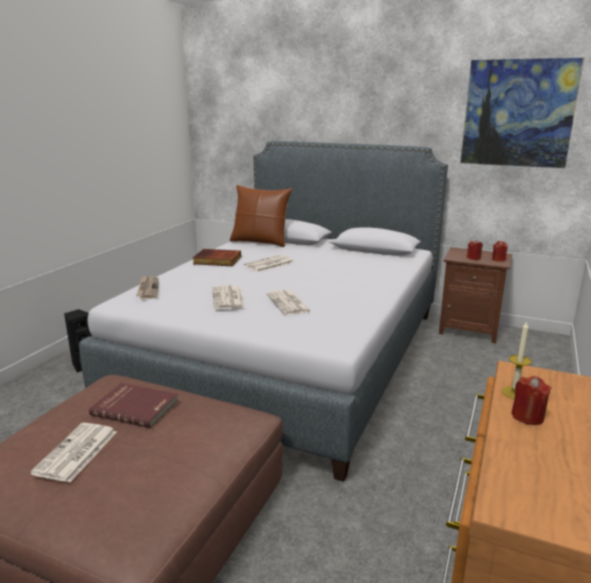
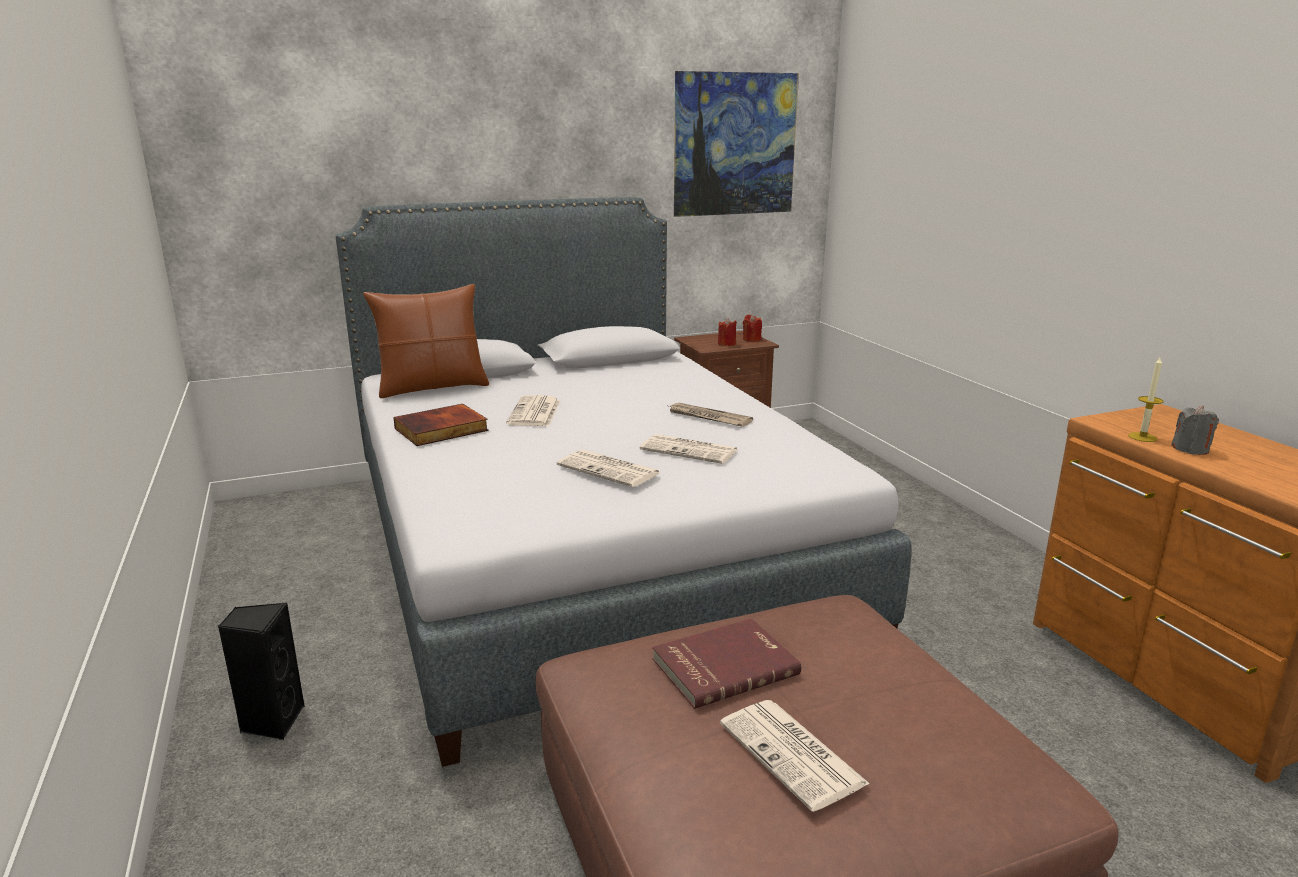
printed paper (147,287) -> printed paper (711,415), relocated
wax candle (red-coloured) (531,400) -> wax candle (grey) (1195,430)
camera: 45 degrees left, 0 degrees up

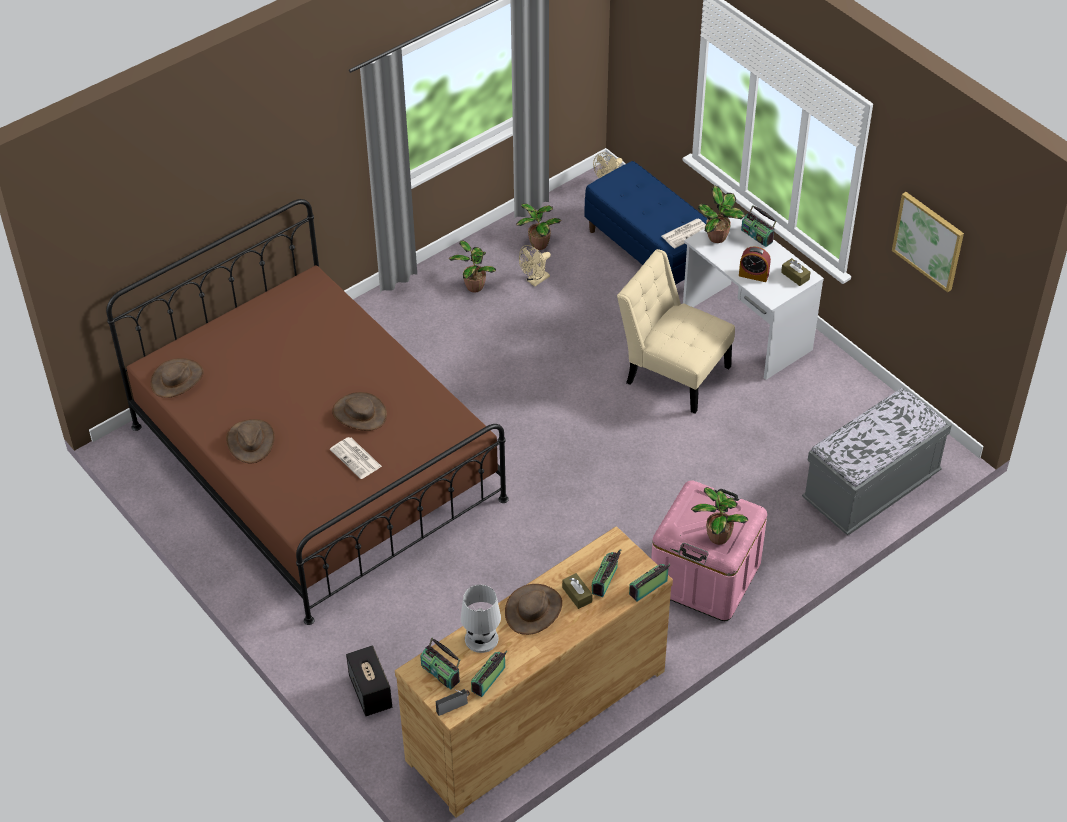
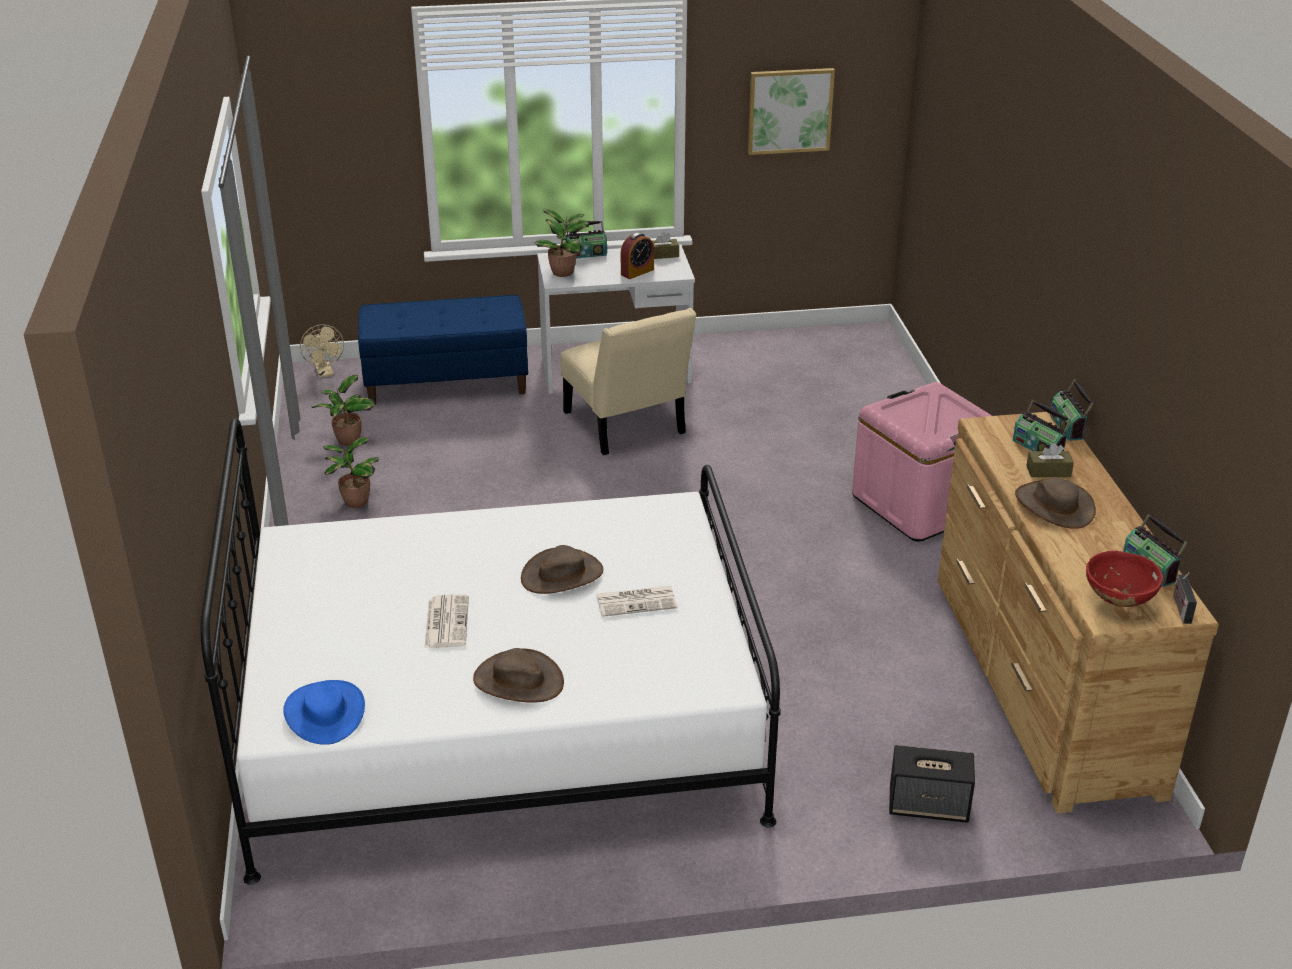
sleeping bed (brown) (307,412) -> sleeping bed (whitish) (490,651)
clothing hat (brown) (177,378) -> clothing hat (bluish) (324,712)
printed paper (683,234) -> printed paper (447,621), relocated
chair (beige) (676,331) -> chair (beige) (628,381), 90 degrees counterclockwise
radio (440,663) -> deep dish (red-coloured) (1124,578)
tabletop lamp (whitish) (481,619) -> none
fan (beige) (535,266) -> none
plant in a pot (719,516) -> none
long seat (grey) (877,461) -> none
camera: 60 degrees left, 15 degrees down

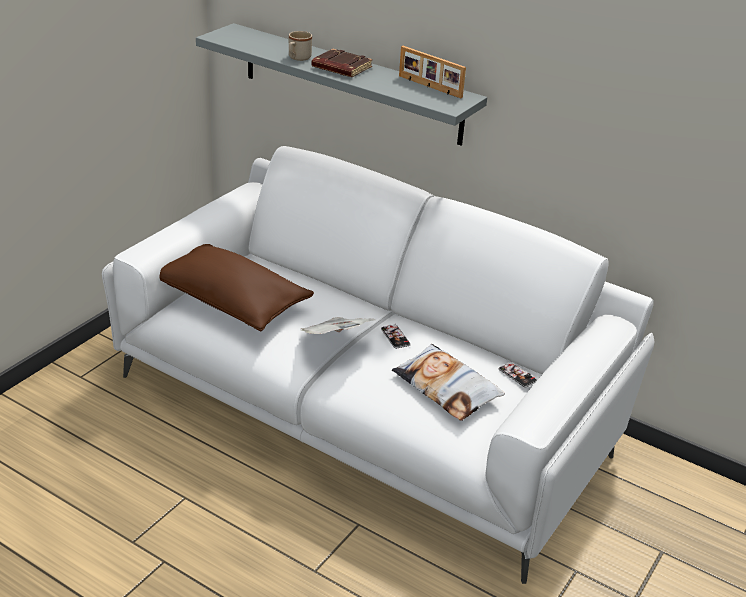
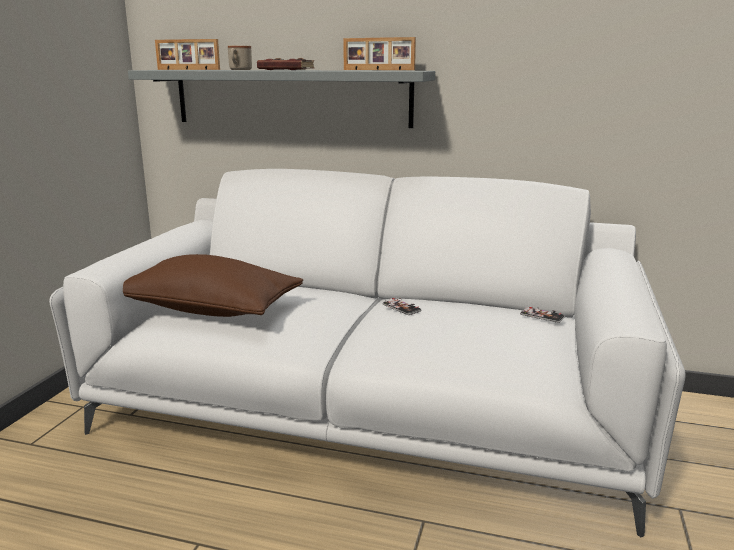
none -> picture frame (187,54)
printed paper (338,325) -> none
cushion (448,382) -> none
camera: 15 degrees left, 15 degrees down

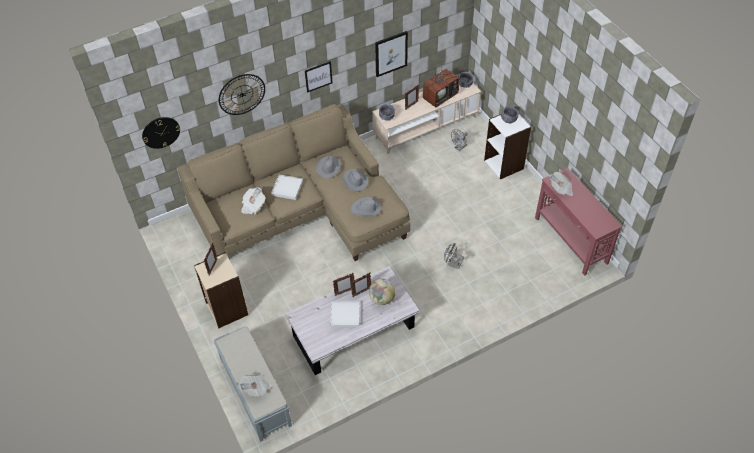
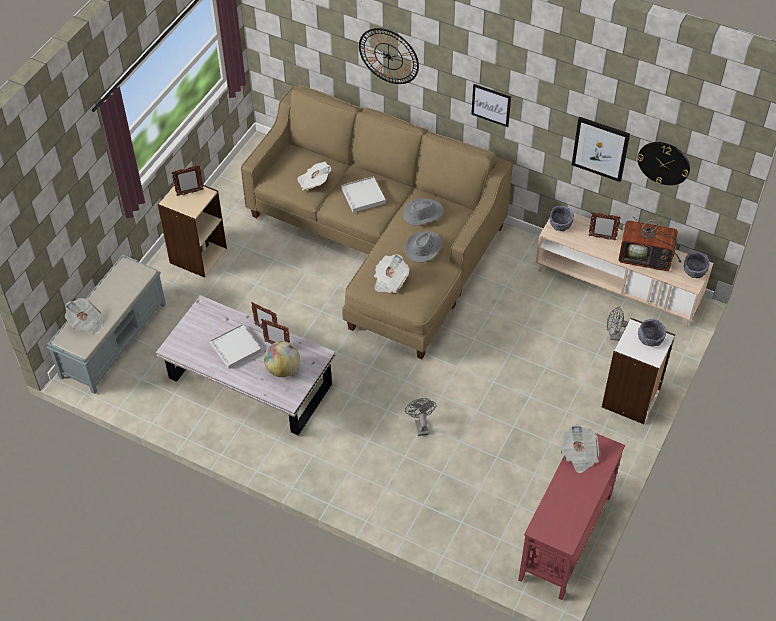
clothing hat (grey) (366,207) -> printed paper (391,273)
clock on the wall (161,133) -> clock on the wall (663,163), relocated
camera: 55 degrees right, 0 degrees up

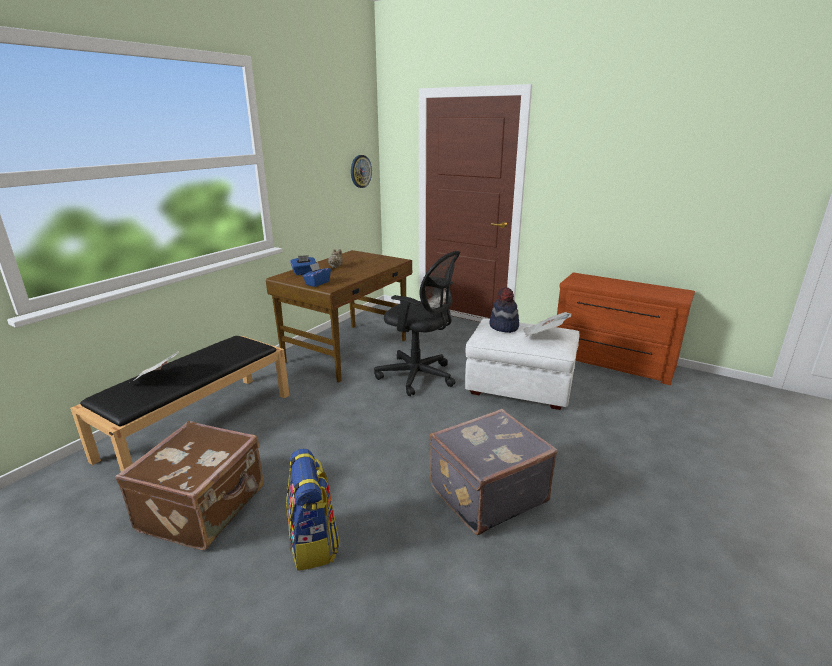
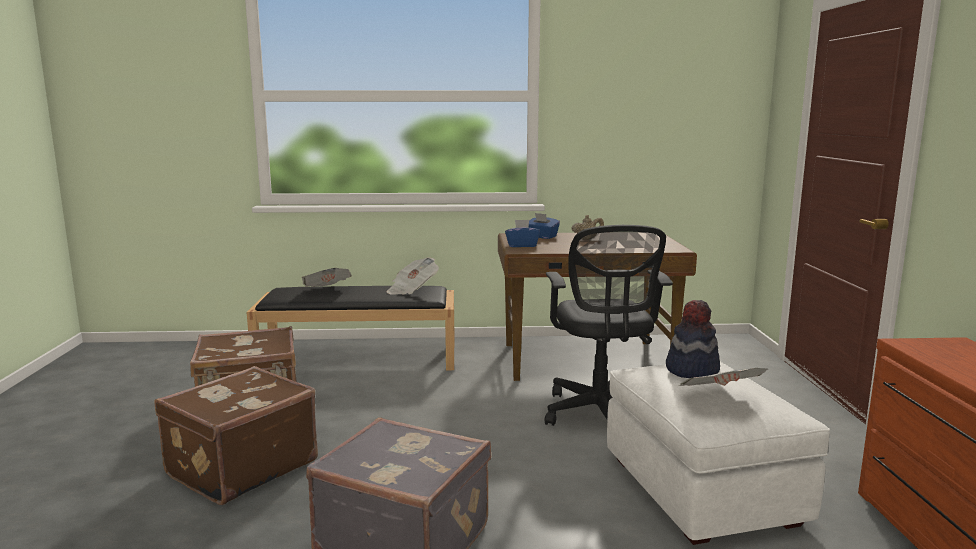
rucksack (313,510) -> suitcase (brown) (236,435)
none -> printed paper (413,276)
clock on the wall (361,171) -> none
camera: 55 degrees right, 10 degrees down

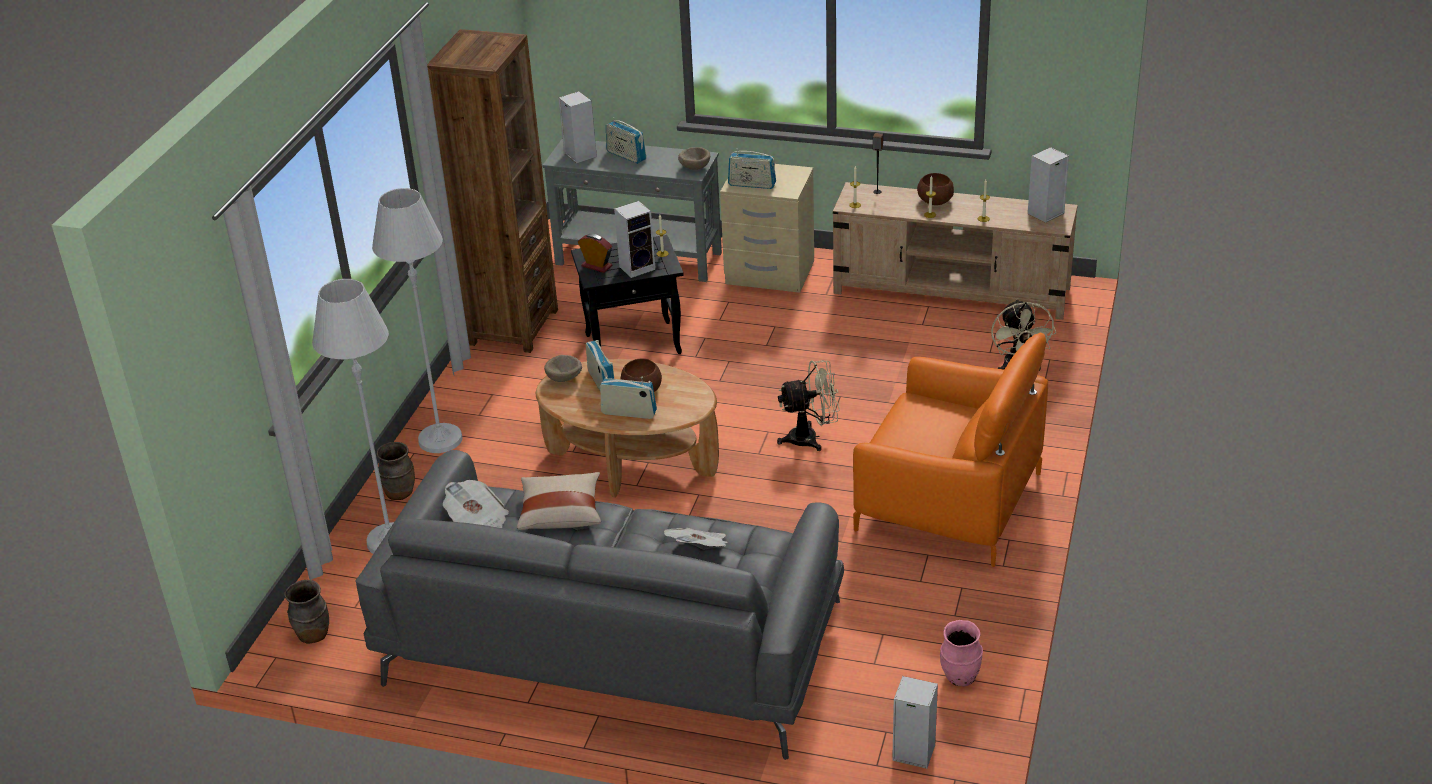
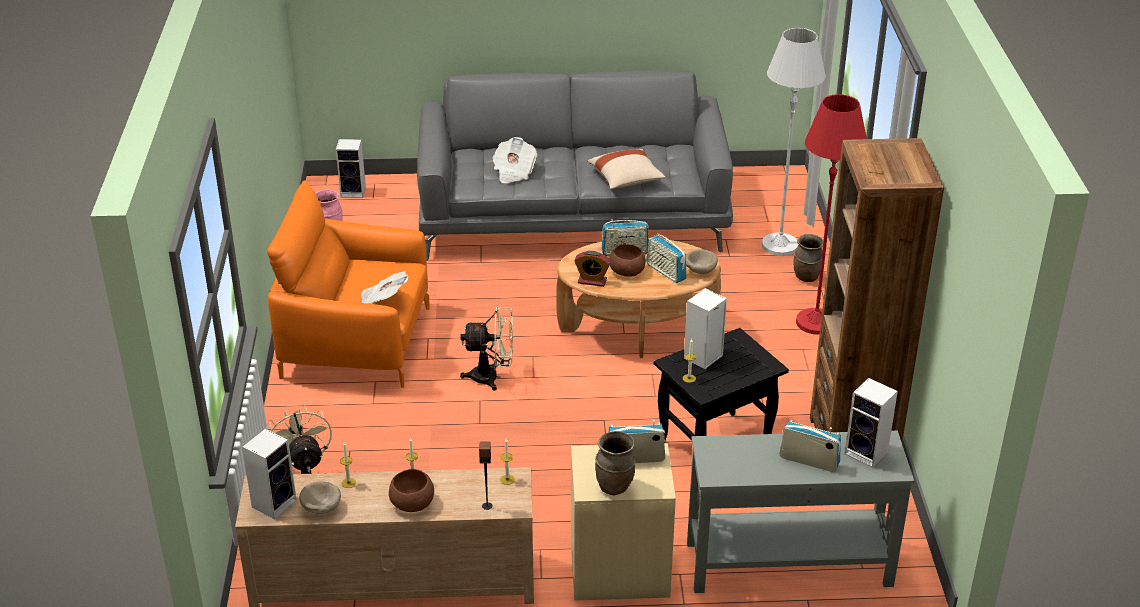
deep dish (beige) (694,158) -> deep dish (beige) (320,497), relocated
printed paper (475,504) -> printed paper (384,287), relocated
fan (beige) (808,405) -> fan (beige) (486,348), 150 degrees counterclockwise
alarm clock (595,253) -> alarm clock (592,269), relocated
decorative vase (brown) (306,612) -> decorative vase (brown) (615,463), relocated
standard lamp (whitish) (417,320) -> standard lamp (red-coloured) (831,214)
camera: 160 degrees right, 0 degrees up

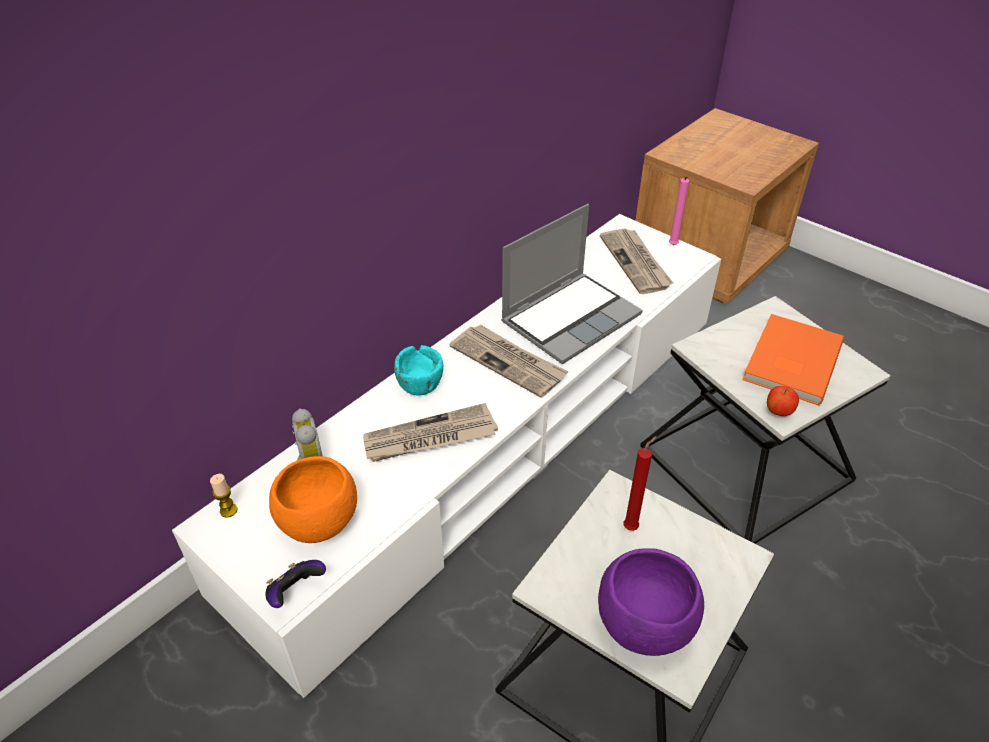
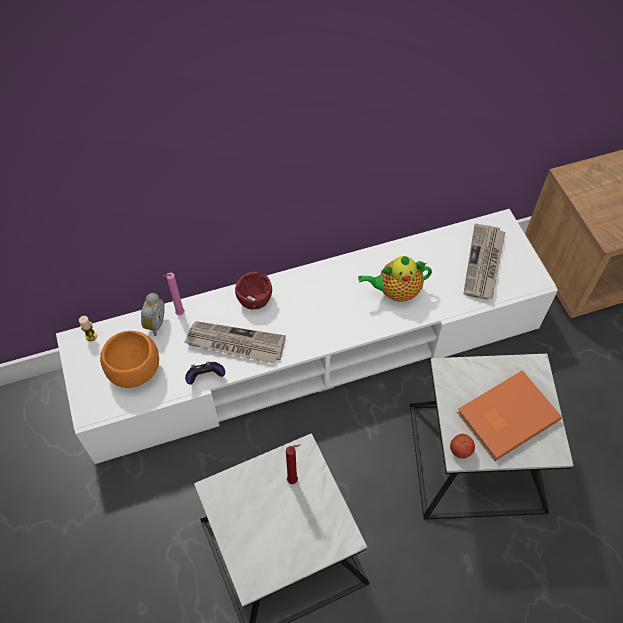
wax candle (pink) (679,210) -> wax candle (pink) (174,294), relocated
joypad (295,584) -> joypad (205,373), relocated
deep dish (blue-green) (418,370) -> deep dish (red-coloured) (253,290)
laptop (572,284) -> pot for tea (395,279)
printed paper (509,361) -> none
deep dish (purple-coloured) (651,602) -> none
camera: 30 degrees right, 15 degrees up

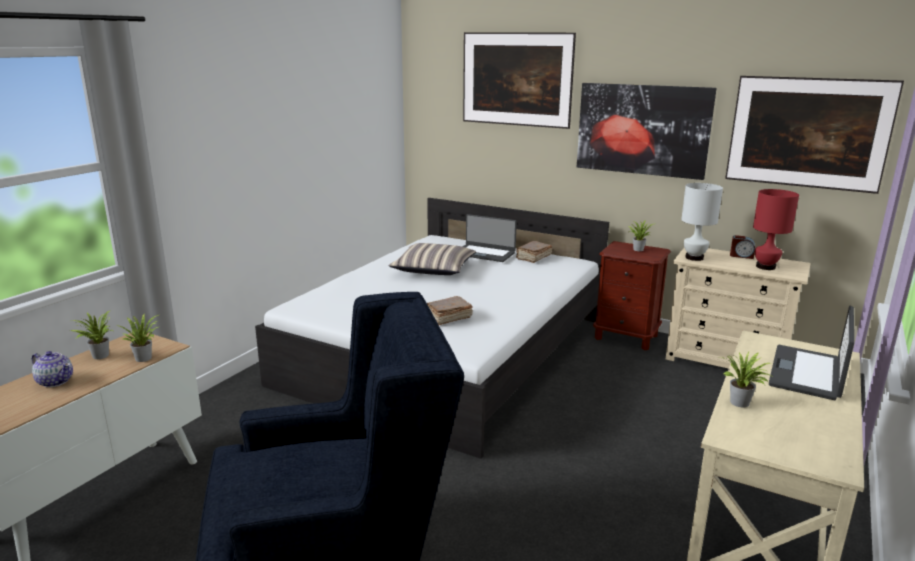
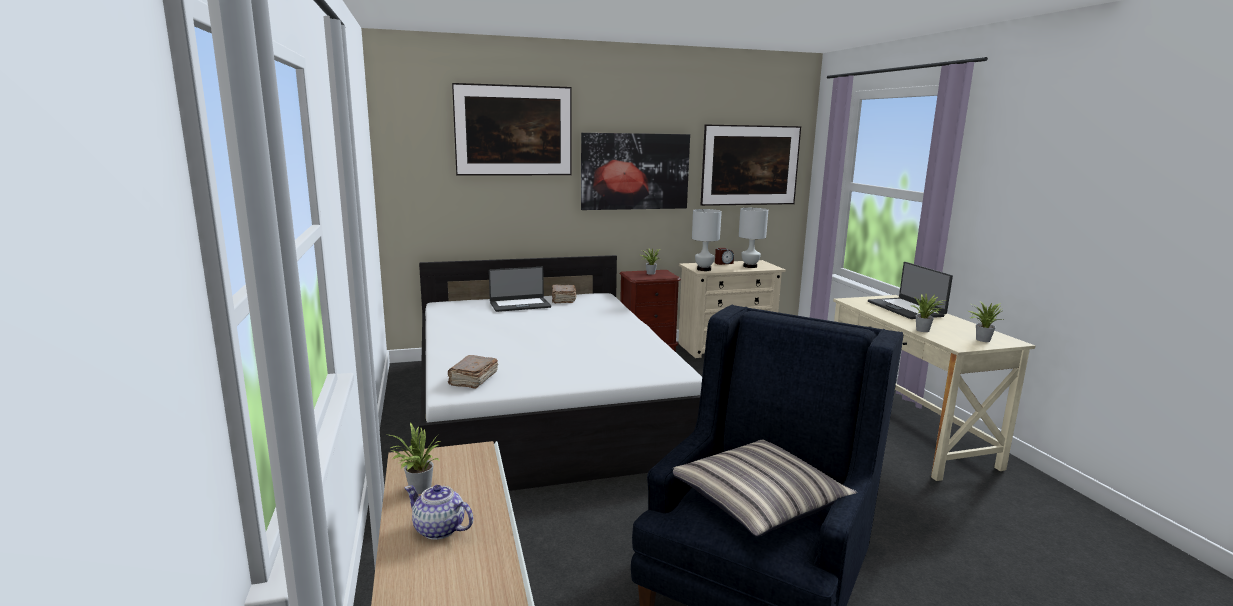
pot for tea (52,369) -> pot for tea (438,512), 135 degrees counterclockwise
volume (brown) (450,310) -> volume (brown) (473,372), relocated
cushion (432,259) -> cushion (765,488), relocated
tabletop lamp (red-coloured) (776,229) -> tabletop lamp (whitish) (753,238)
plant in a pot (138,338) -> plant in a pot (986,321), relocated
camera: 45 degrees left, 5 degrees down

